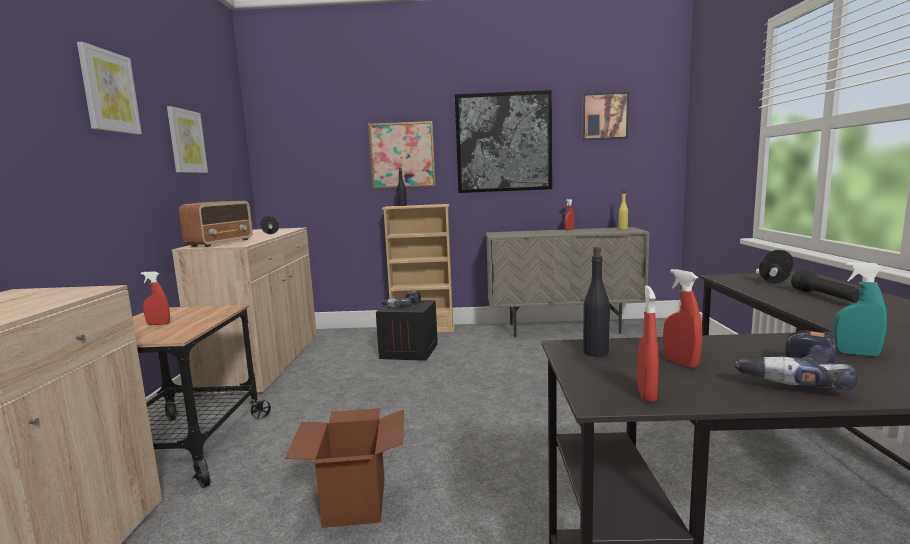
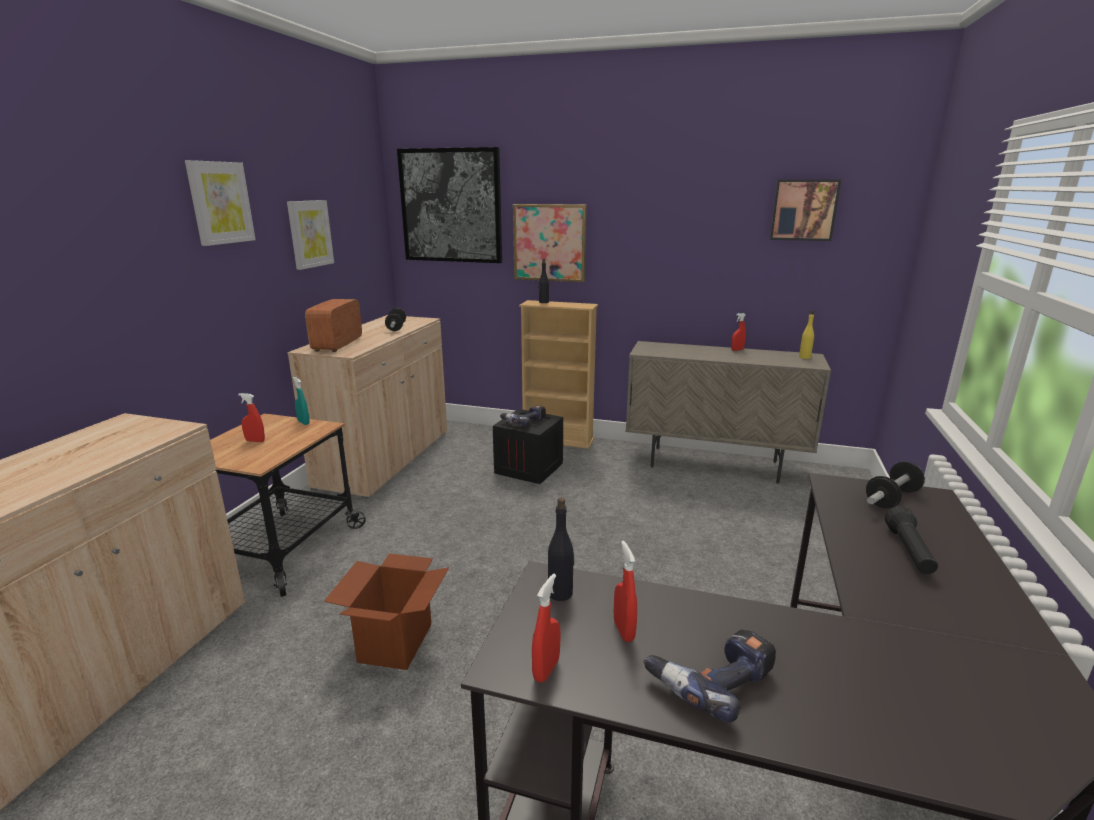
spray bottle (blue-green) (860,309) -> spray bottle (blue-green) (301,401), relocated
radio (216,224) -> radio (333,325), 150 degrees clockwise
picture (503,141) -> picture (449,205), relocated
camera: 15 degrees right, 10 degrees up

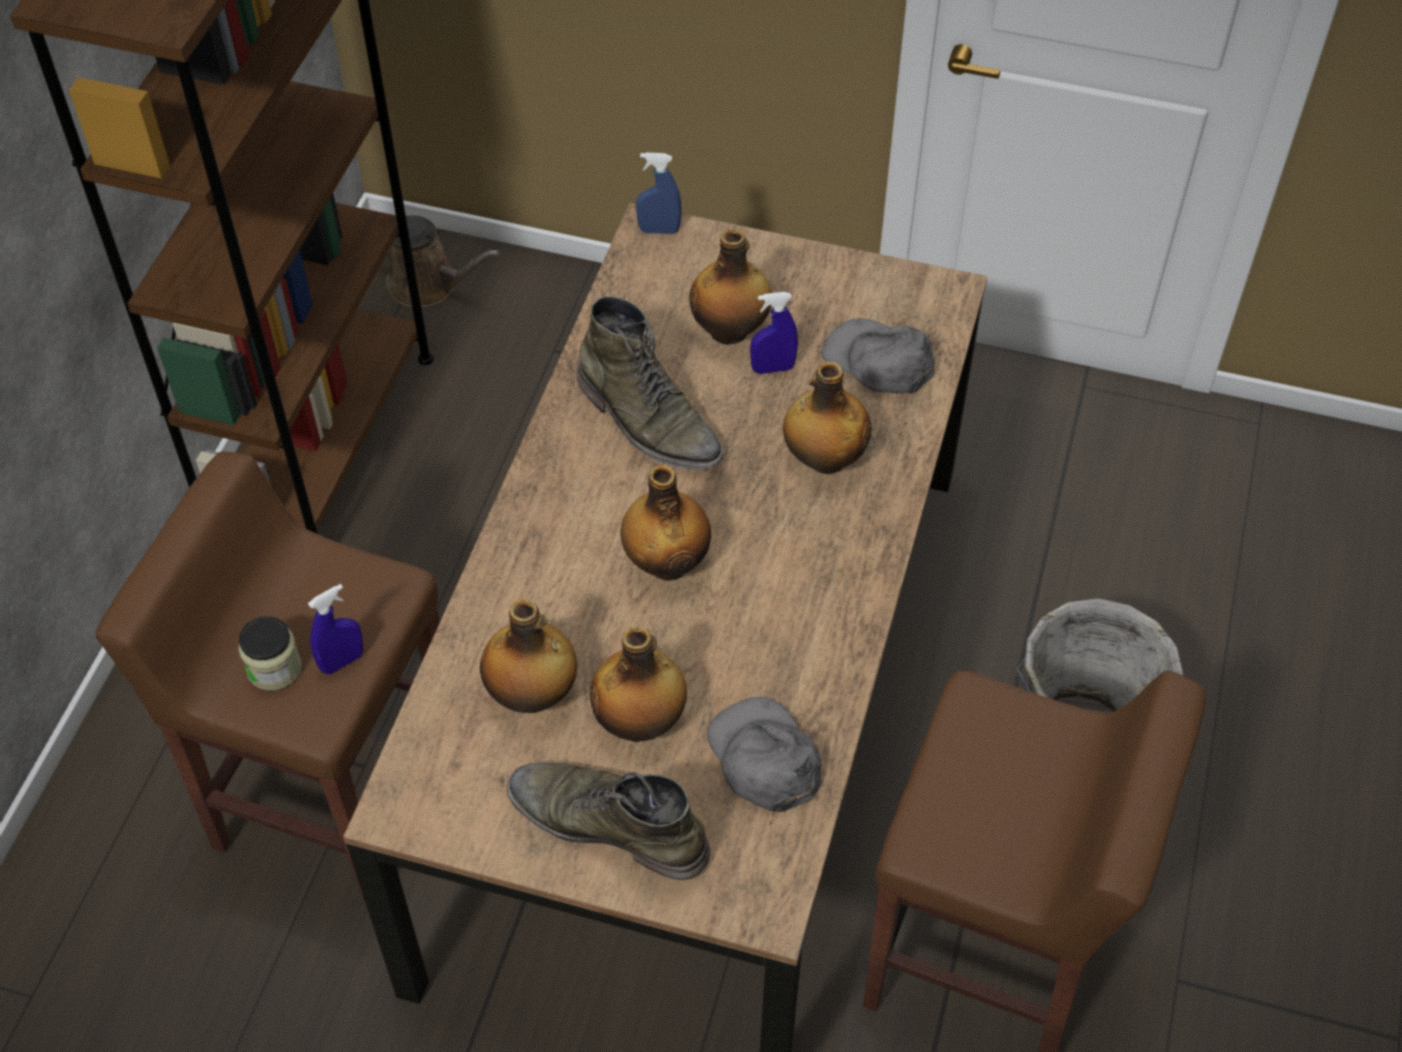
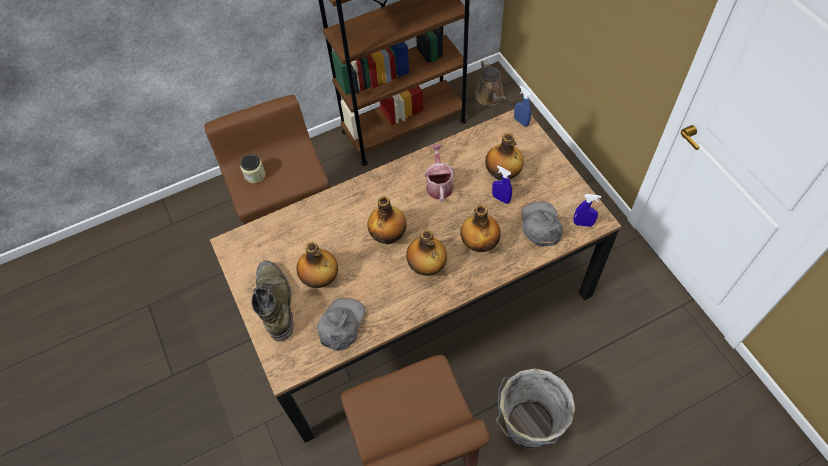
drink bottle (528,656) -> drink bottle (426,252), relocated
tall boot (greenish) (650,383) -> watering can (439,173)
spray bottle (bluish) (335,629) -> spray bottle (bluish) (587,210), relocated
camera: 50 degrees right, 5 degrees up

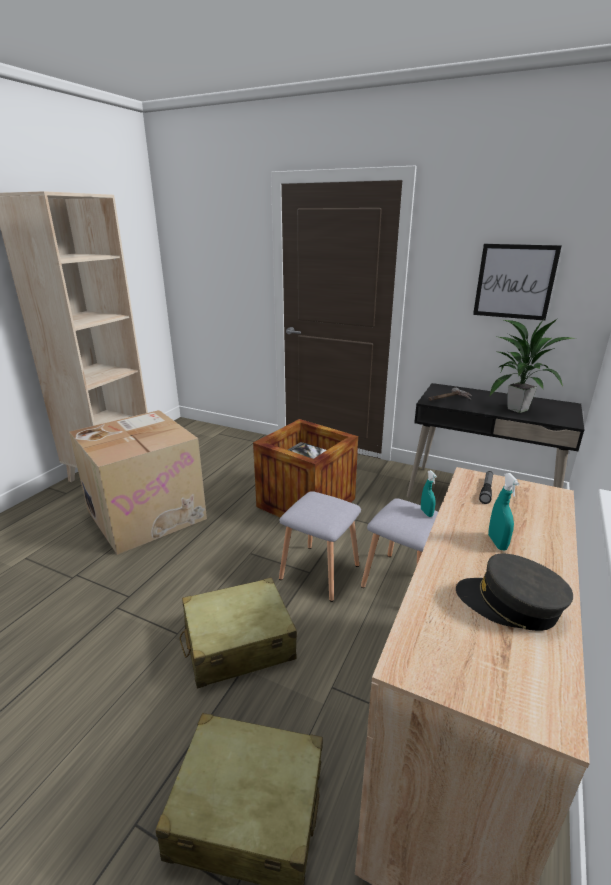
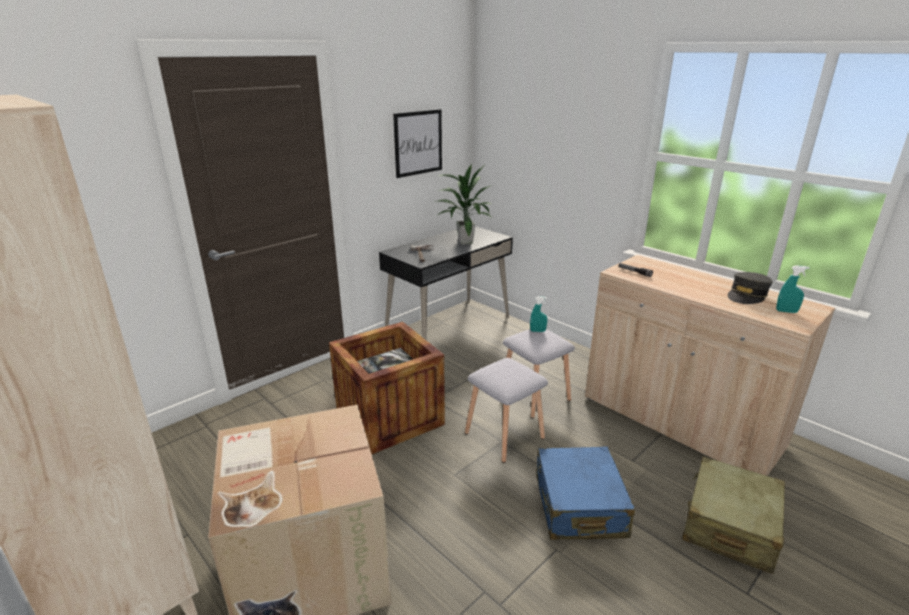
suitcase (beige) (238,633) -> suitcase (bluish) (585,493)
spray bottle (blue-green) (504,511) -> spray bottle (blue-green) (793,289), relocated
camera: 70 degrees left, 0 degrees up

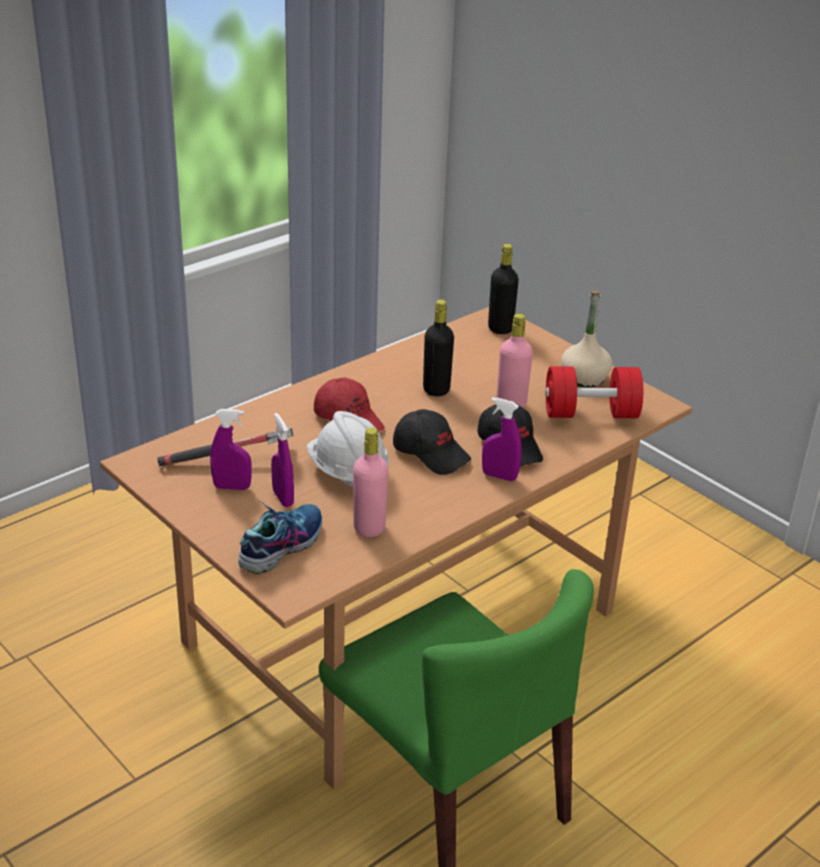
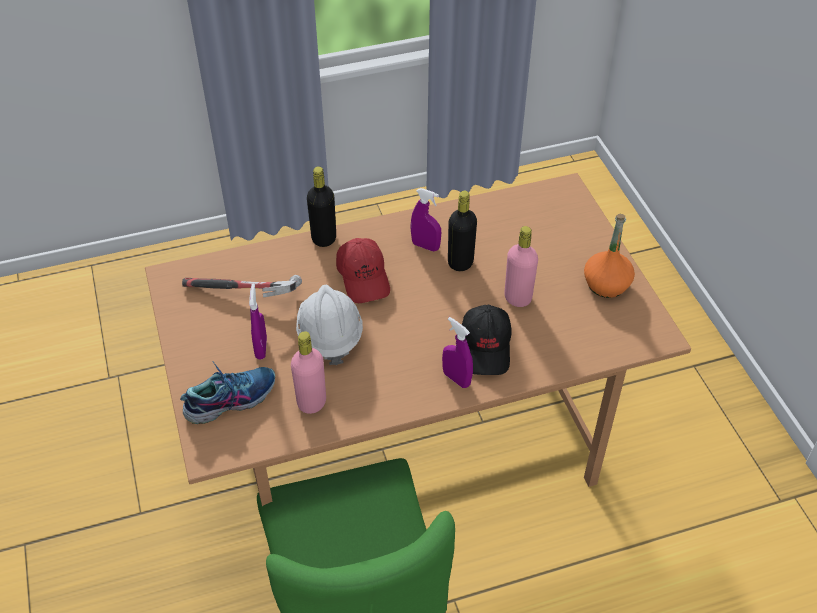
drink bottle (black-coloured) (503,289) -> drink bottle (black-coloured) (321,206), relocated
spray bottle (purple-coloured) (231,449) -> spray bottle (purple-coloured) (425,219), relocated
drink bottle (beige) (586,339) -> drink bottle (orange-coloured) (609,256)
peaked cap (black-coloured) (432,442) -> none
hand weight (red-coloured) (594,392) -> none
camera: 25 degrees right, 15 degrees up

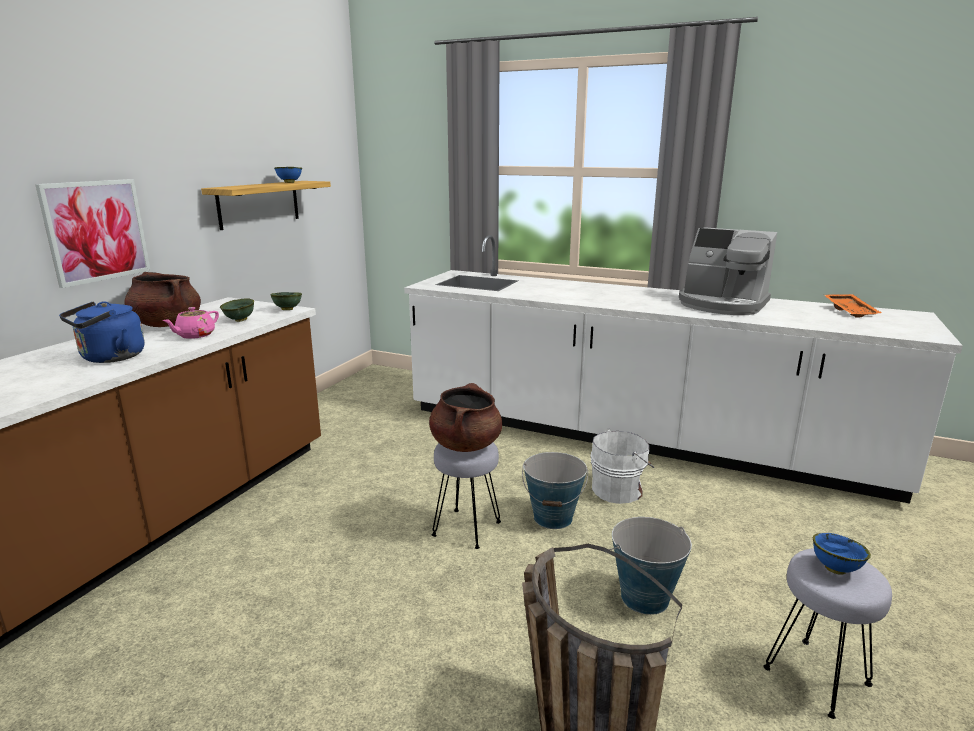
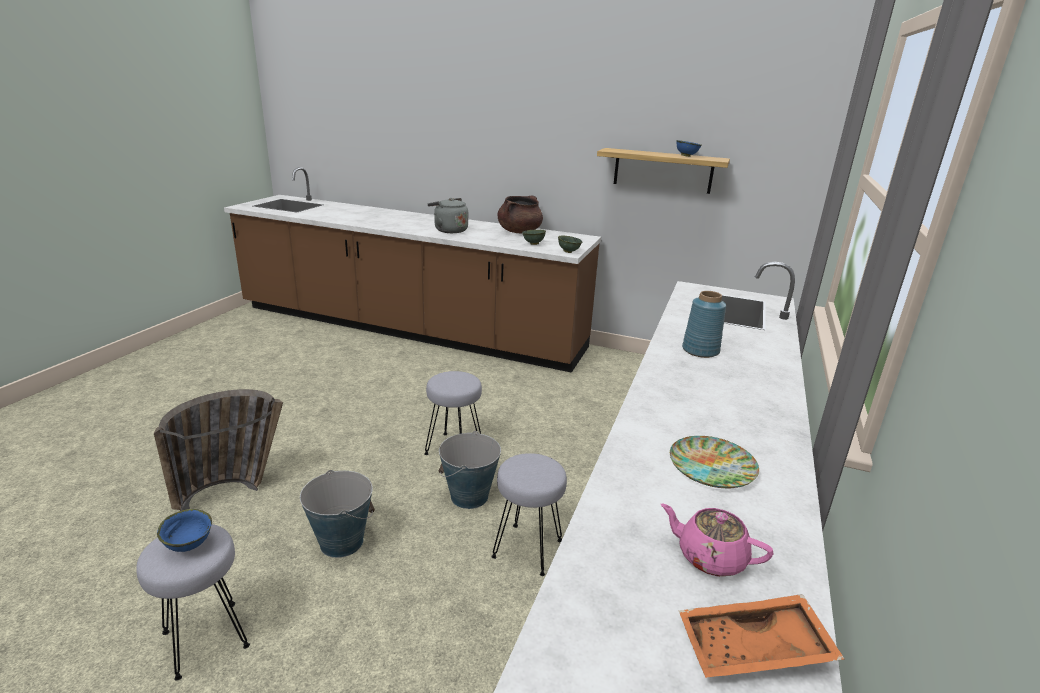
water kettle (bluish) (101,332) -> water kettle (grey) (448,215)
bucket (whitish) (622,466) -> stool seat (grey) (529,514)
pot for tea (pink) (190,323) -> pot for tea (pink) (717,539), relocated
coffee brewer (728,271) -> plate (714,462)
none -> decorative vase (bluish) (704,324)
picture (93,233) -> none
saucepot (brown) (465,417) -> none
camera: 85 degrees right, 5 degrees up

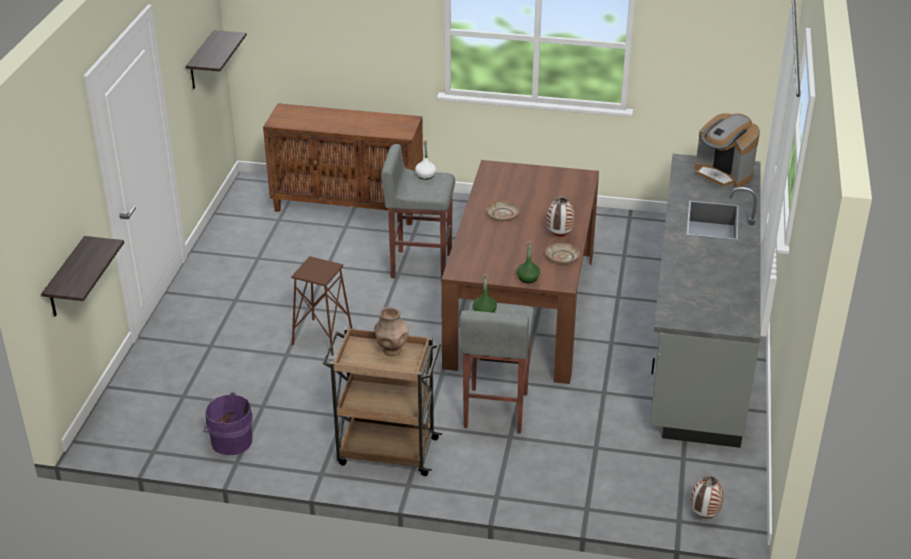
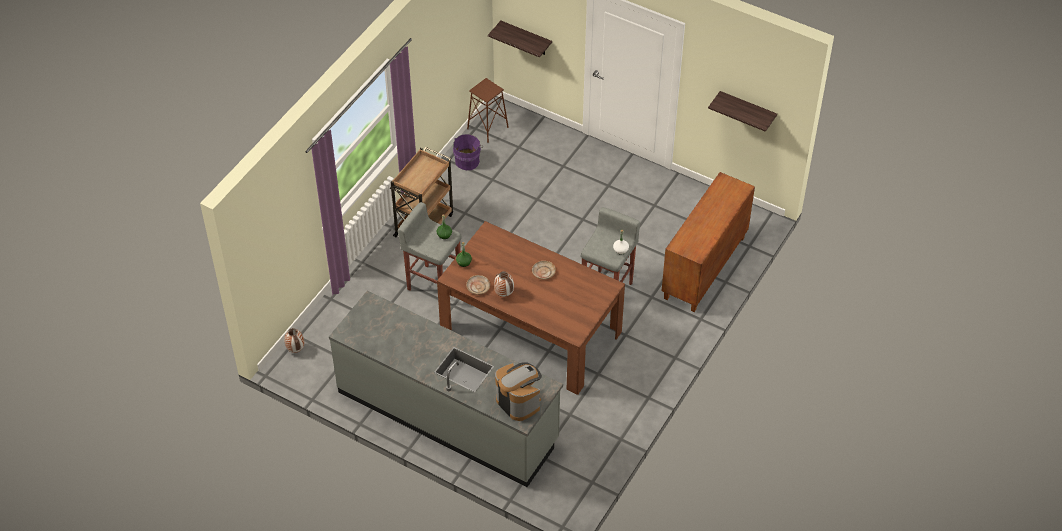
stool seat (brown) (322,306) -> stool seat (brown) (488,110), relocated
coffee brewer (727,150) -> coffee brewer (518,391), 75 degrees clockwise
decorative vase (brown) (391,331) -> none
camera: 110 degrees right, 15 degrees up

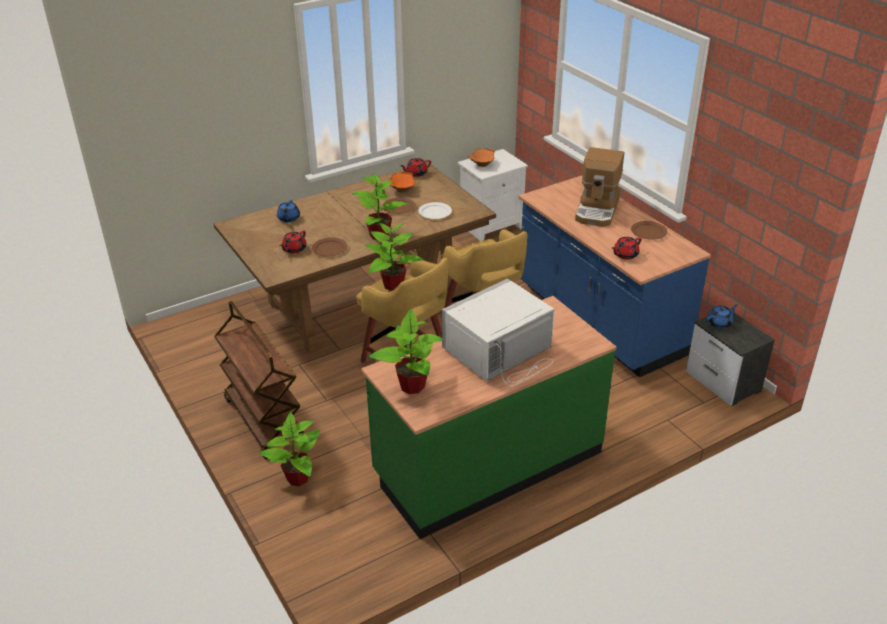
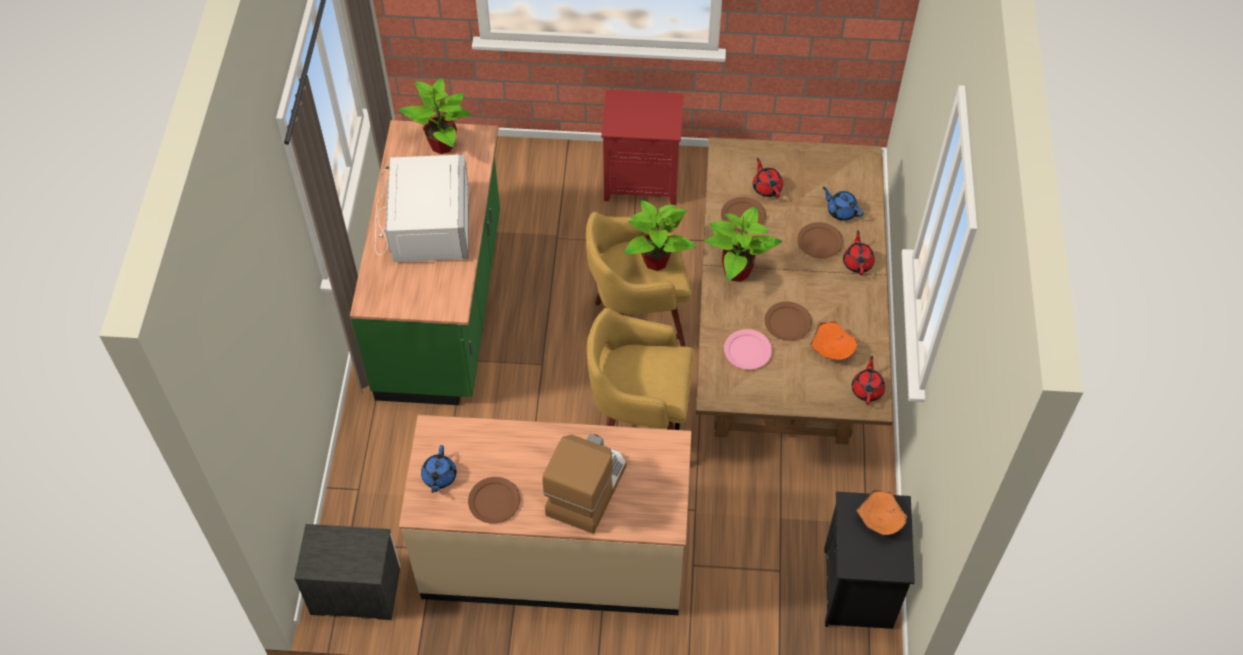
kitchen base unit (bluish) (614,276) -> kitchen base unit (beige) (545,515)
pot for tea (bluish) (722,316) -> pot for tea (bluish) (439,469), relocated
coffee brewer (599,187) -> coffee brewer (584,484), 60 degrees clockwise
wheeled cart (brown) (259,380) -> night table (red-coloured) (642,147)
plate (whitish) (435,210) -> plate (pink) (748,349)
none -> plate (brown) (820,240)
night table (whitish) (492,195) -> night table (black-coloured) (869,560)
pot for tea (red-coloured) (626,248) -> pot for tea (red-coloured) (859,252), relocated
plant in a pot (289,449) -> none
camera: 125 degrees right, 20 degrees up

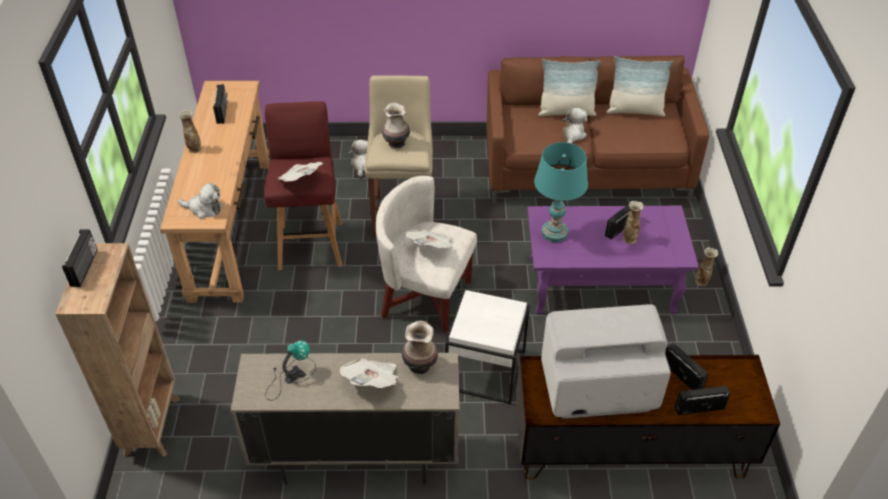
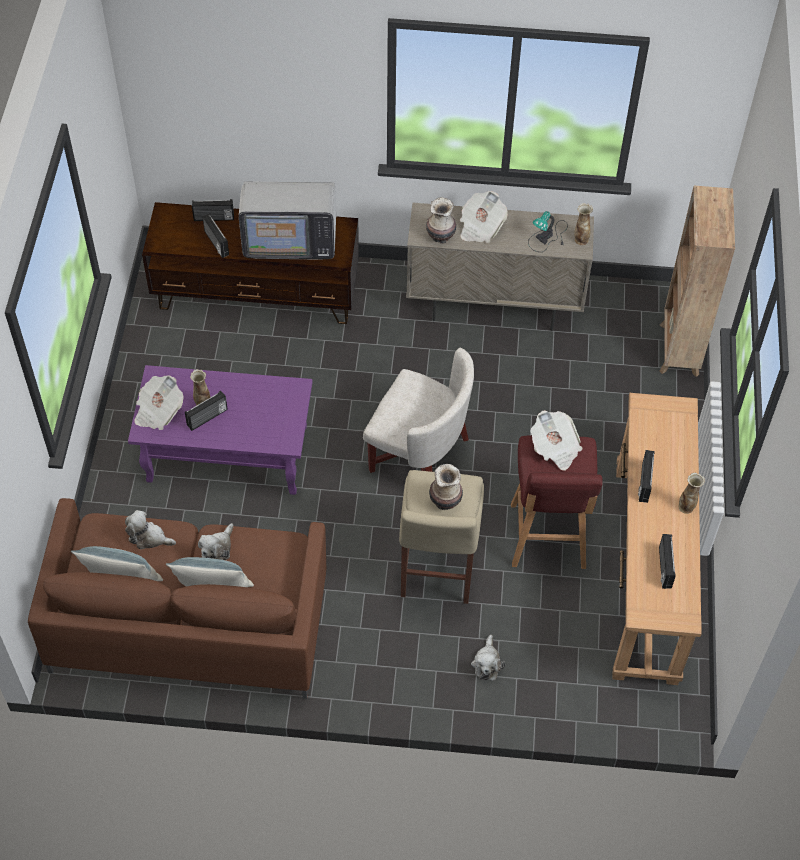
plush toy (200,201) -> plush toy (150,529), relocated
printed paper (429,238) -> printed paper (158,402), relocated
decorative vase (706,266) -> decorative vase (583,224), relocated
radio (80,258) -> radio (646,476), relocated
side table (whitish) (487,347) -> none
tabletop lamp (blue-green) (561,192) -> none
camera: 175 degrees left, 10 degrees up

